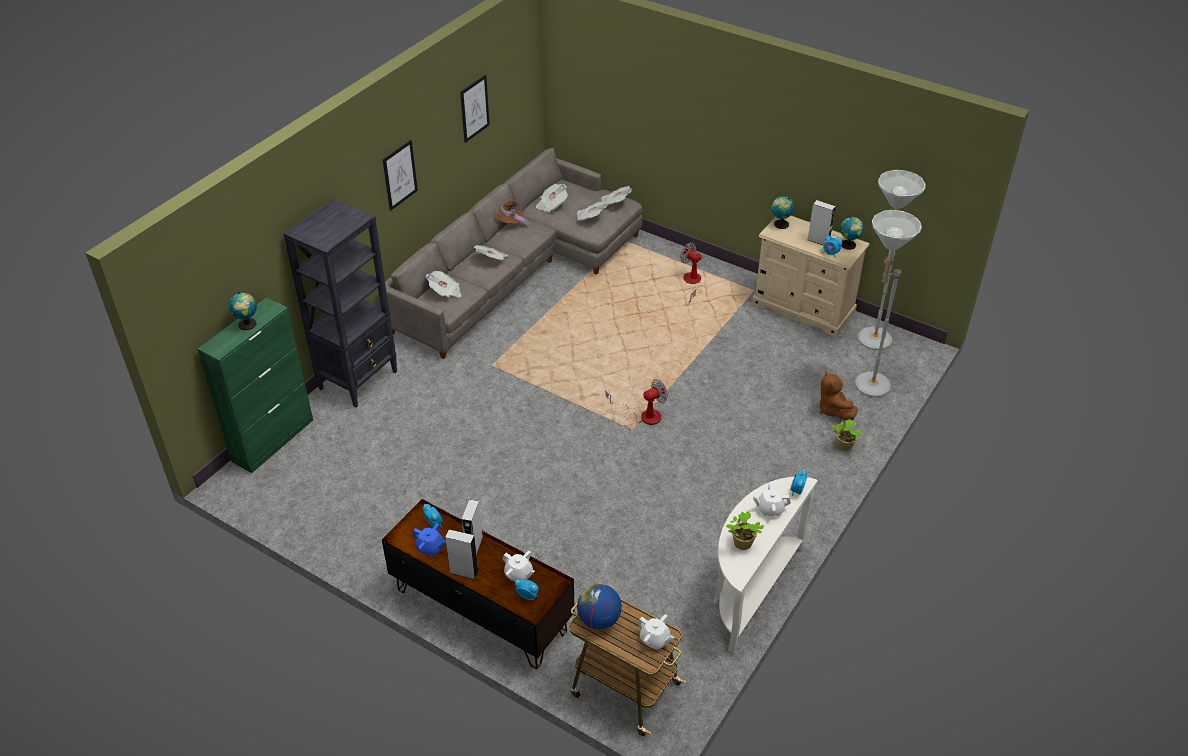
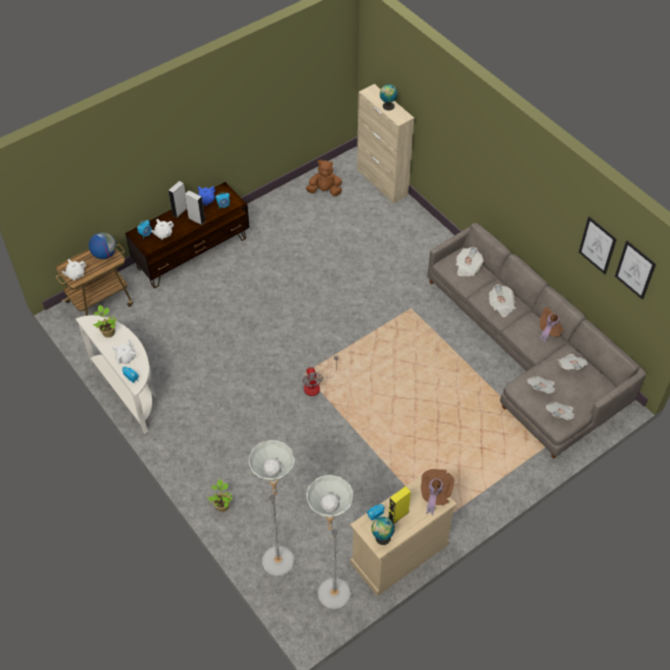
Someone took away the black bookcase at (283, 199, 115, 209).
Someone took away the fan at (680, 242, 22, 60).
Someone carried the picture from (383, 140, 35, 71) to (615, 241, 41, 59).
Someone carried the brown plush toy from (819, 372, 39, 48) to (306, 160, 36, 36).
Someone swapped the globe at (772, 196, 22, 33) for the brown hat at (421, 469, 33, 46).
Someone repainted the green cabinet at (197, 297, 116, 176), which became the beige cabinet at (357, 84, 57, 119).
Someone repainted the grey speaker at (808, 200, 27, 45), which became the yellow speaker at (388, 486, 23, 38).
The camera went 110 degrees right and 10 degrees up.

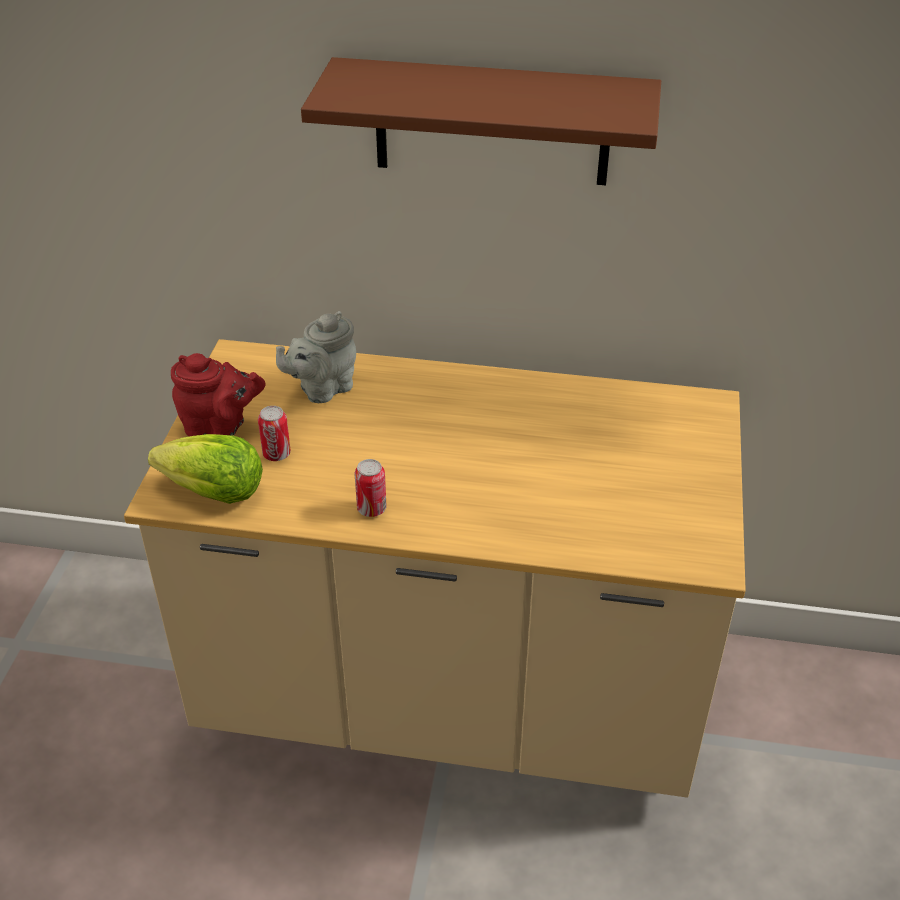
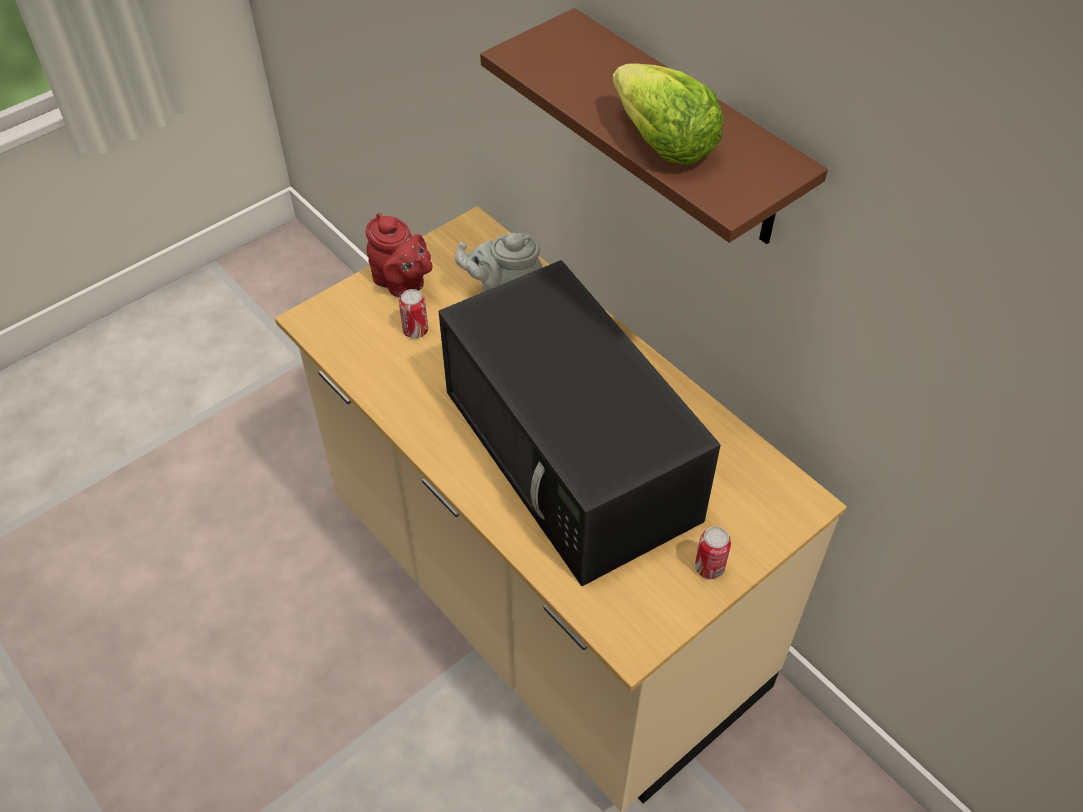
Someone put down the black microwave at (439, 260, 282, 326).
Someone carried the lettuce from (148, 434, 115, 70) to (613, 63, 110, 102).
Someone carried the can from (355, 459, 32, 58) to (695, 526, 36, 53).
The camera went 40 degrees right and 10 degrees up.

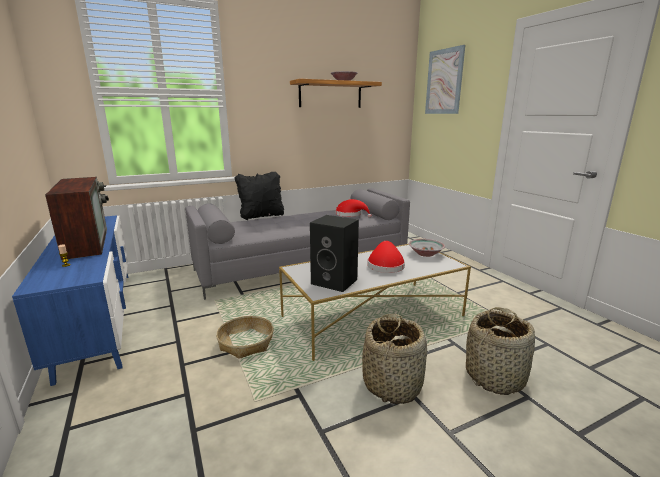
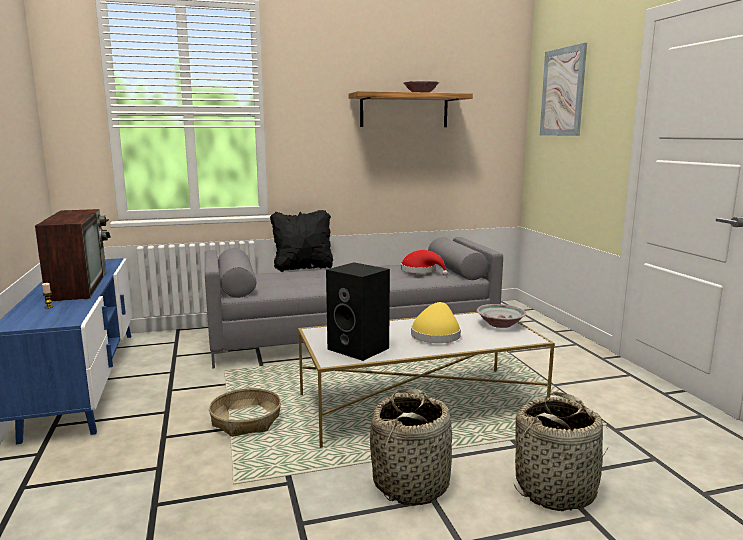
Someone repainted the red hat at (367, 241, 38, 32), which became the yellow hat at (411, 302, 50, 41).
The camera went 10 degrees right and 5 degrees down.

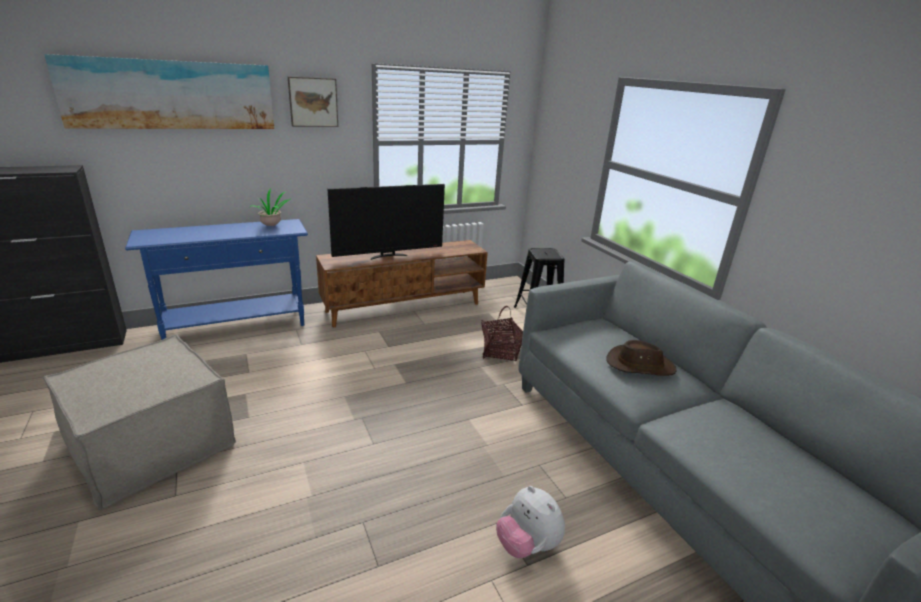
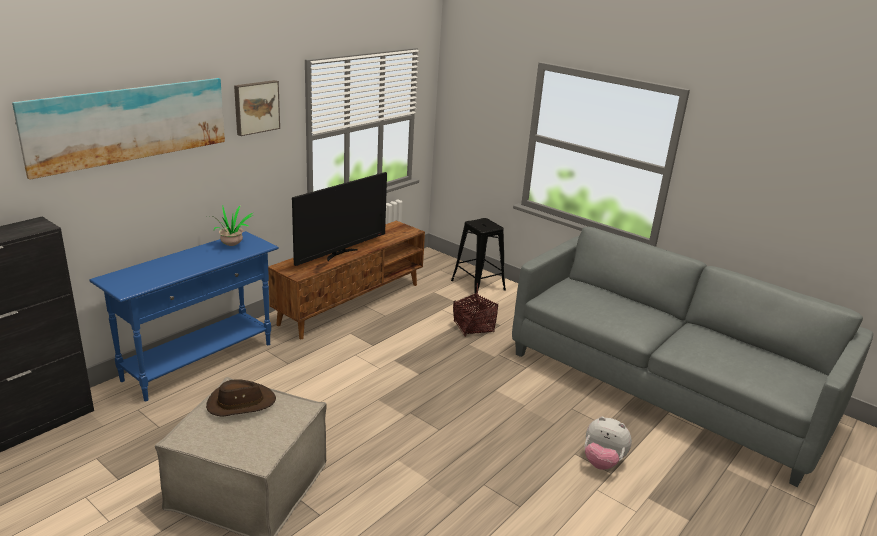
Someone carried the brown hat from (606, 340, 71, 36) to (206, 379, 70, 38).
The camera went 25 degrees left and 0 degrees up.

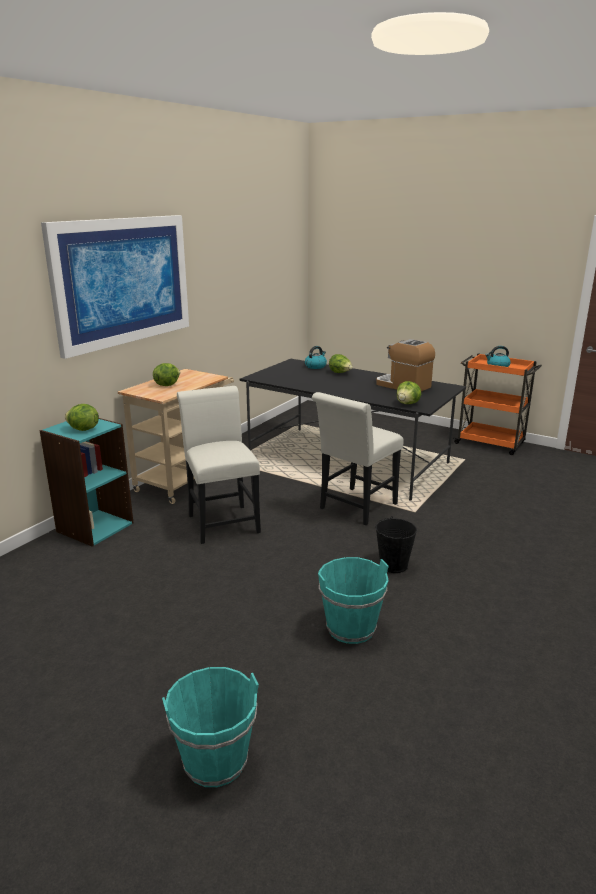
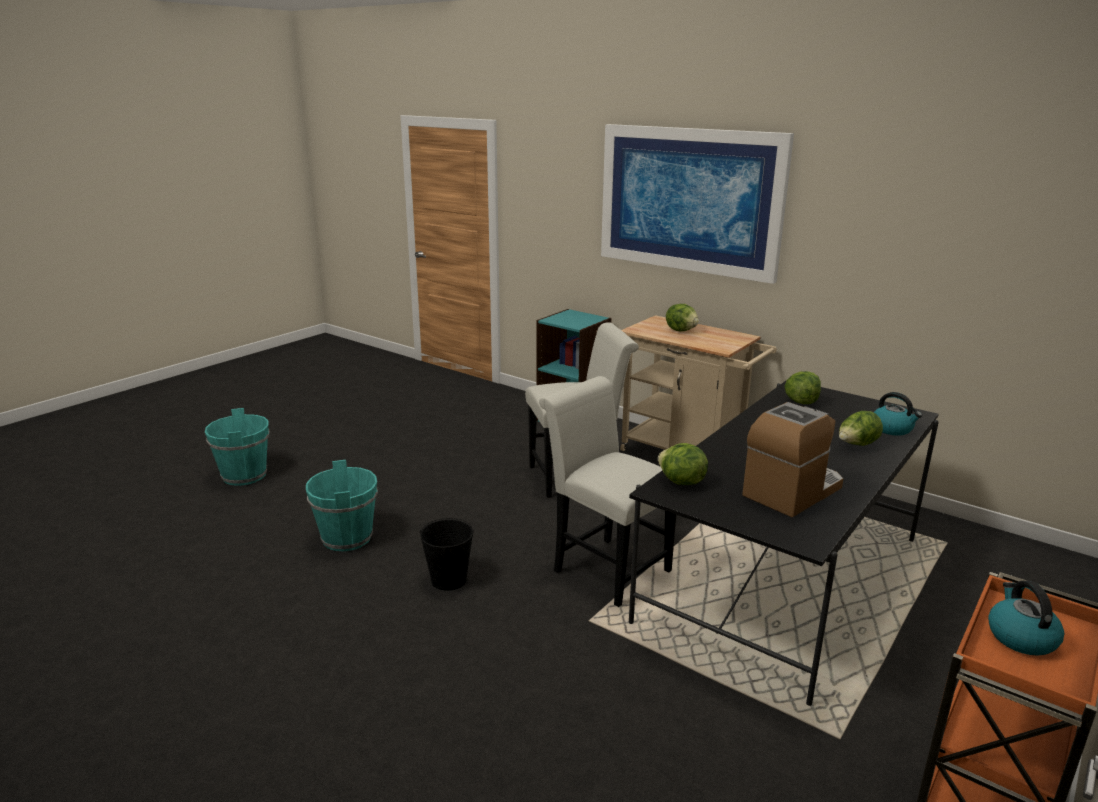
Someone carried the lettuce from (65, 404, 34, 27) to (785, 371, 36, 33).
The camera went 95 degrees right and 0 degrees up.

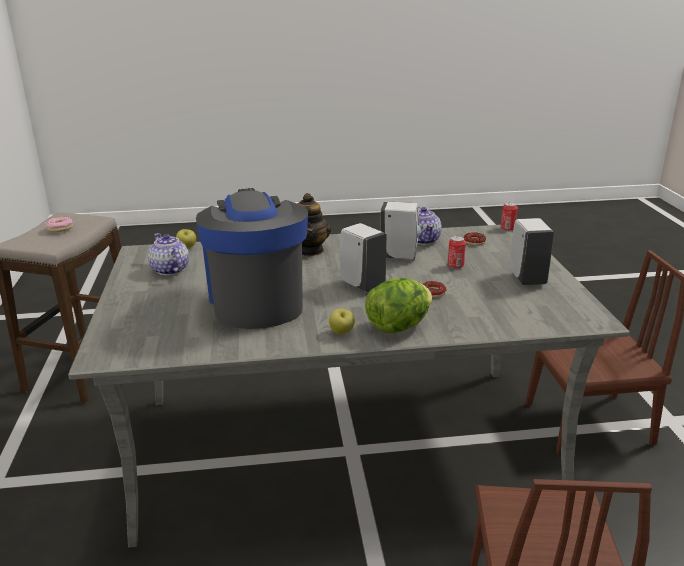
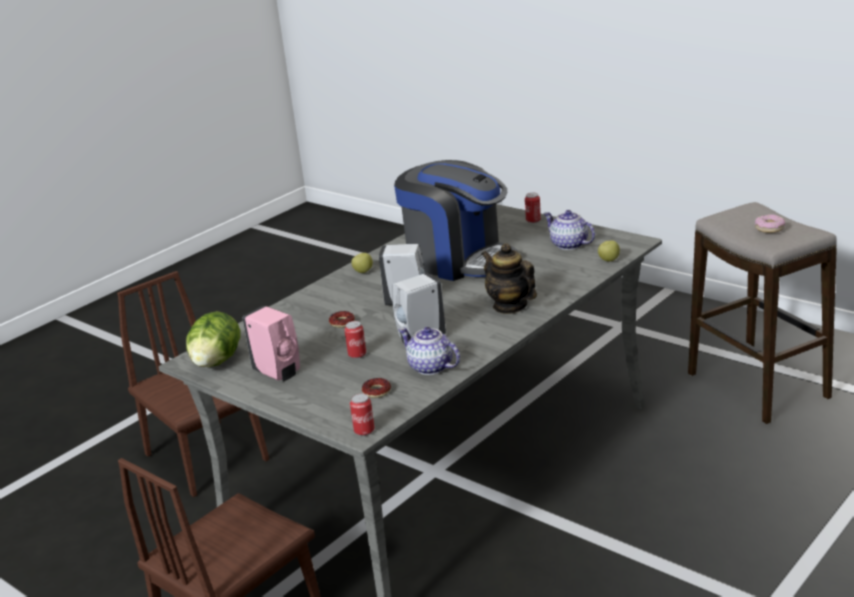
Someone put down the can at (525, 193, 16, 30).
Someone carried the lettuce from (365, 278, 67, 55) to (186, 311, 55, 56).
Someone repainted the white soap dispenser at (510, 218, 44, 67), which became the pink soap dispenser at (243, 306, 57, 75).
Someone rotated the teapot at (148, 233, 41, 42) by 150 degrees counterclockwise.
The camera went 140 degrees right and 0 degrees up.

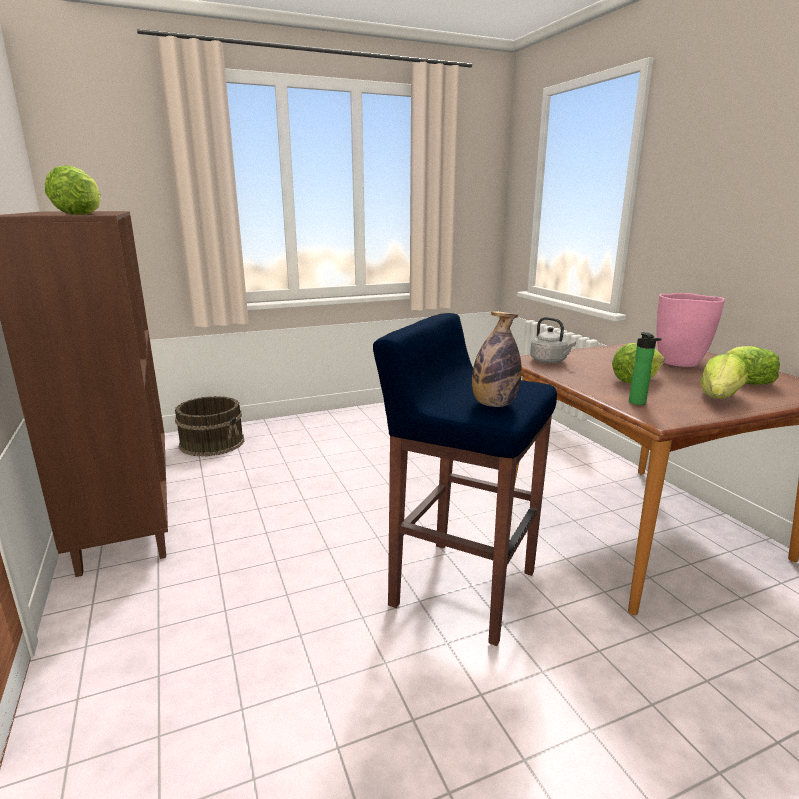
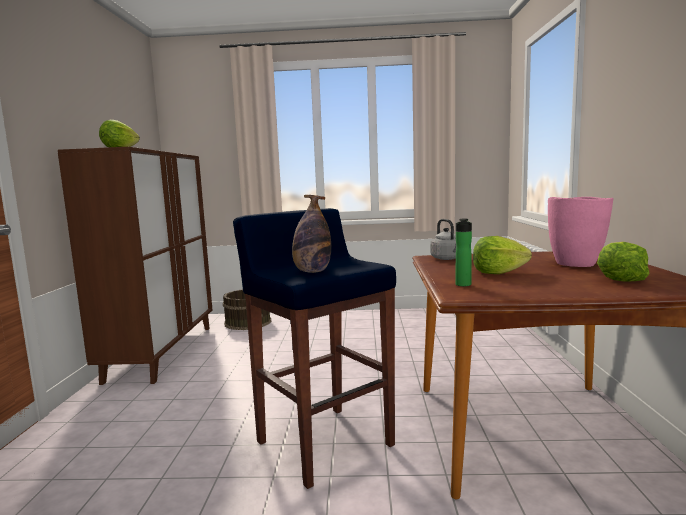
Someone took away the lettuce at (700, 353, 48, 46).
The camera went 25 degrees right and 10 degrees down.

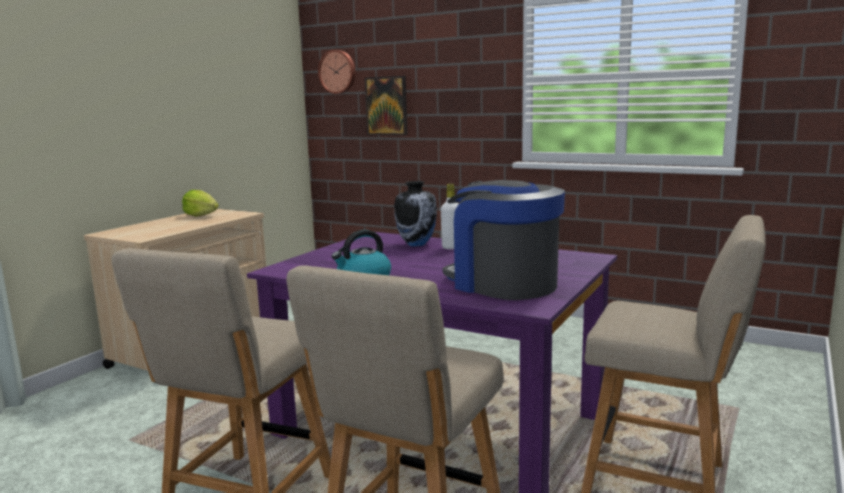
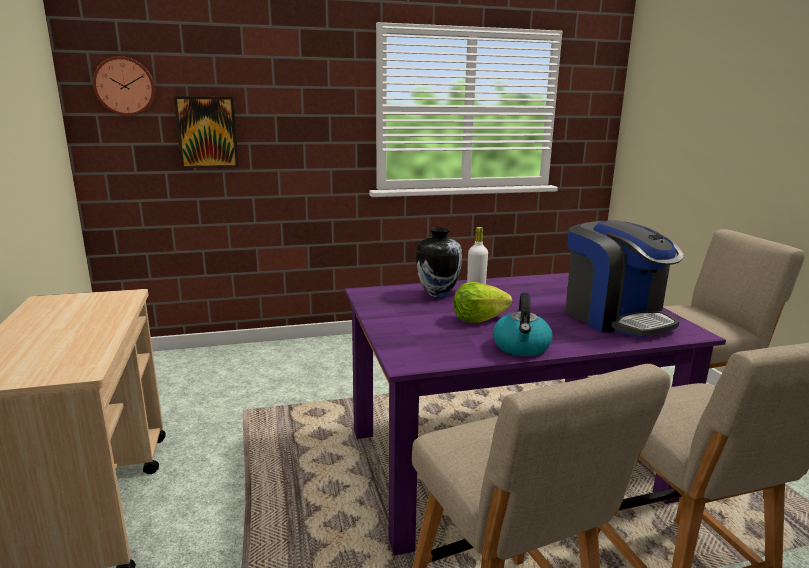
Someone carried the lettuce from (182, 190, 37, 26) to (454, 282, 58, 41).
Someone rotated the coffee machine at (443, 180, 122, 120) by 120 degrees counterclockwise.
The camera went 45 degrees left and 5 degrees up.

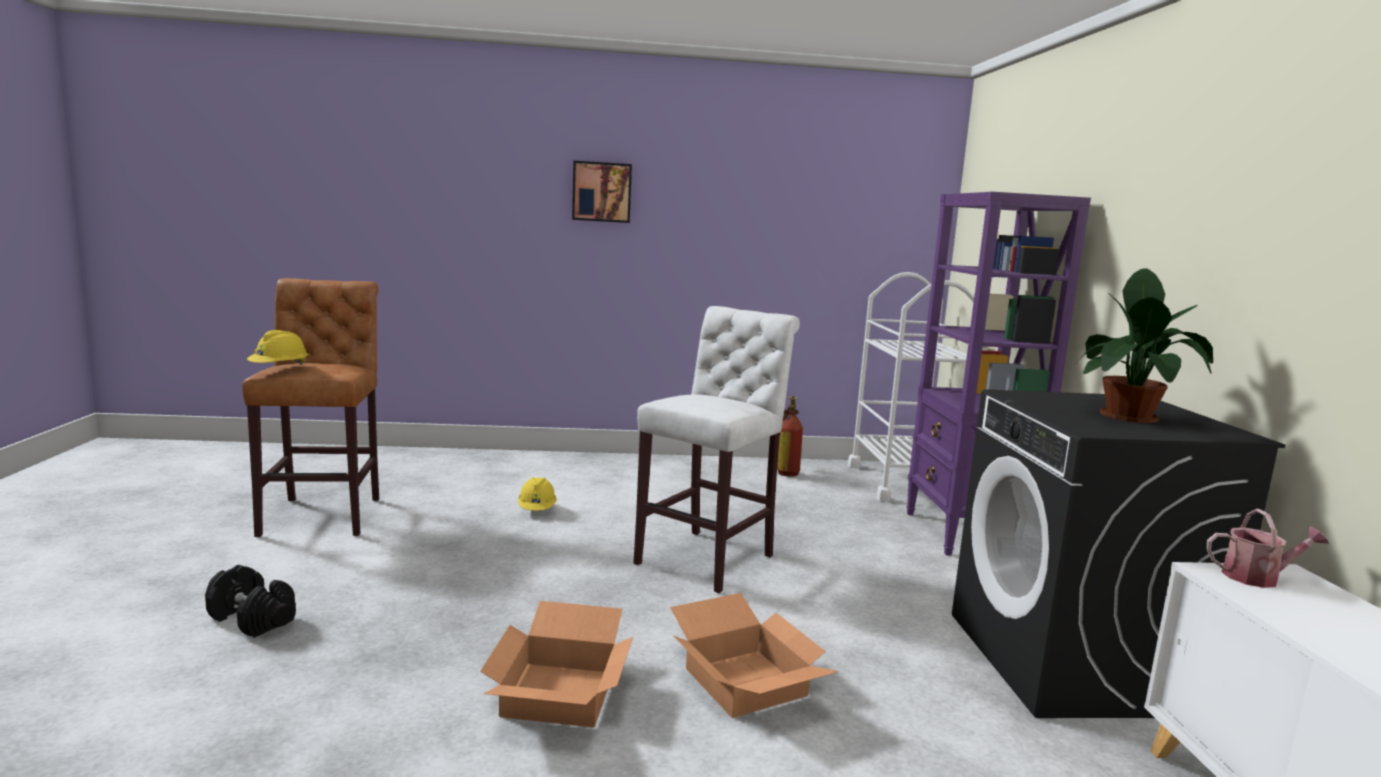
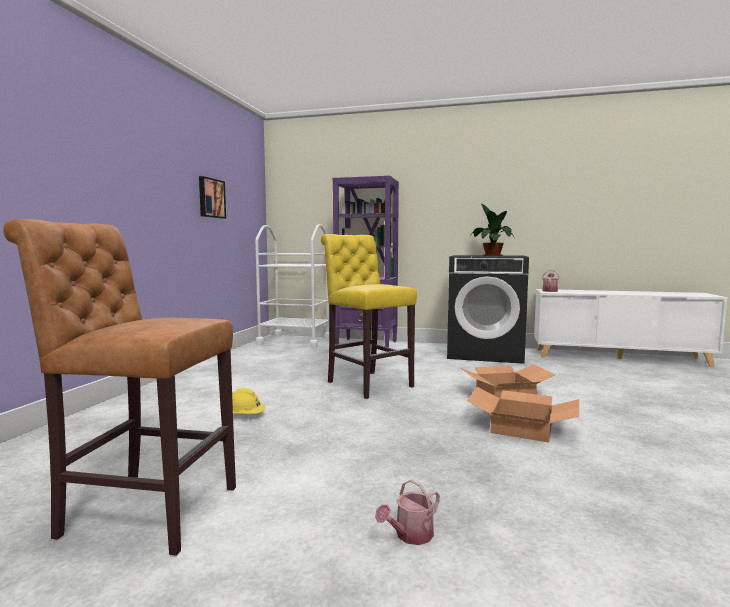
Someone took away the yellow hard hat at (247, 330, 61, 35).
Someone took away the fire extinguisher at (777, 396, 26, 81).
Someone carried the picture from (572, 161, 60, 62) to (199, 176, 27, 43).
Someone swapped the black dumbbell at (205, 565, 91, 73) for the watering can at (375, 479, 65, 66).
Someone repainted the white stool at (634, 306, 166, 287), which became the yellow stool at (321, 234, 96, 165).
The camera went 70 degrees left and 5 degrees down.

